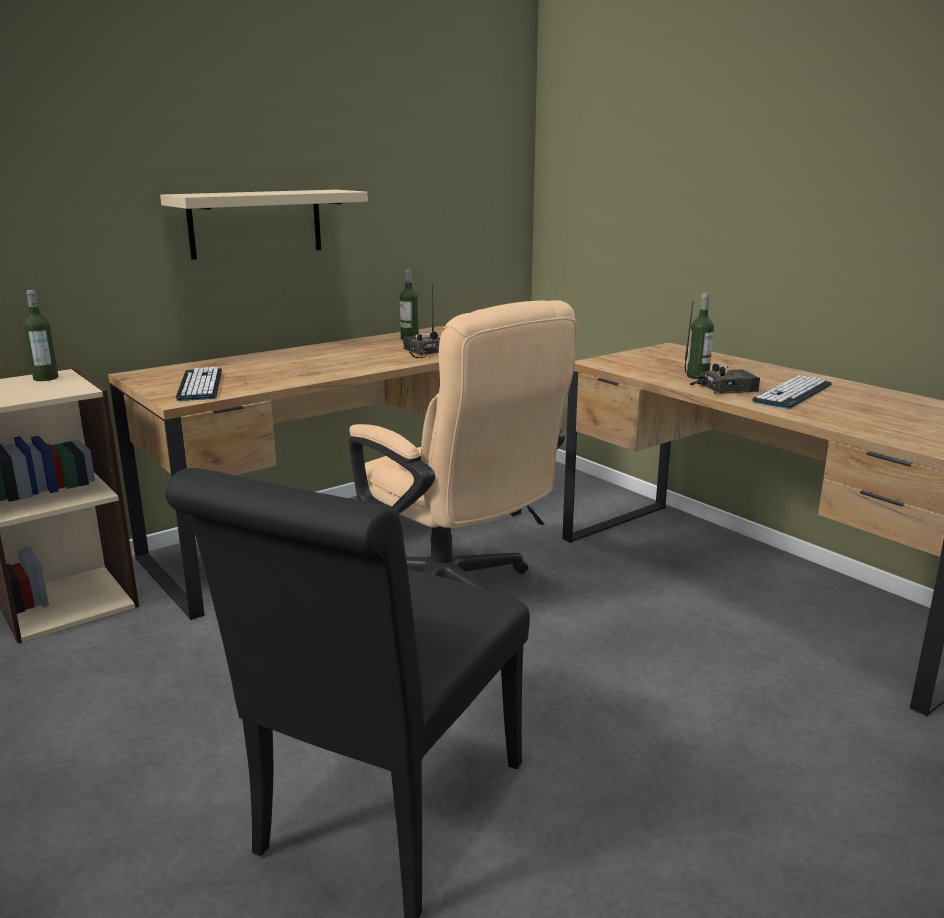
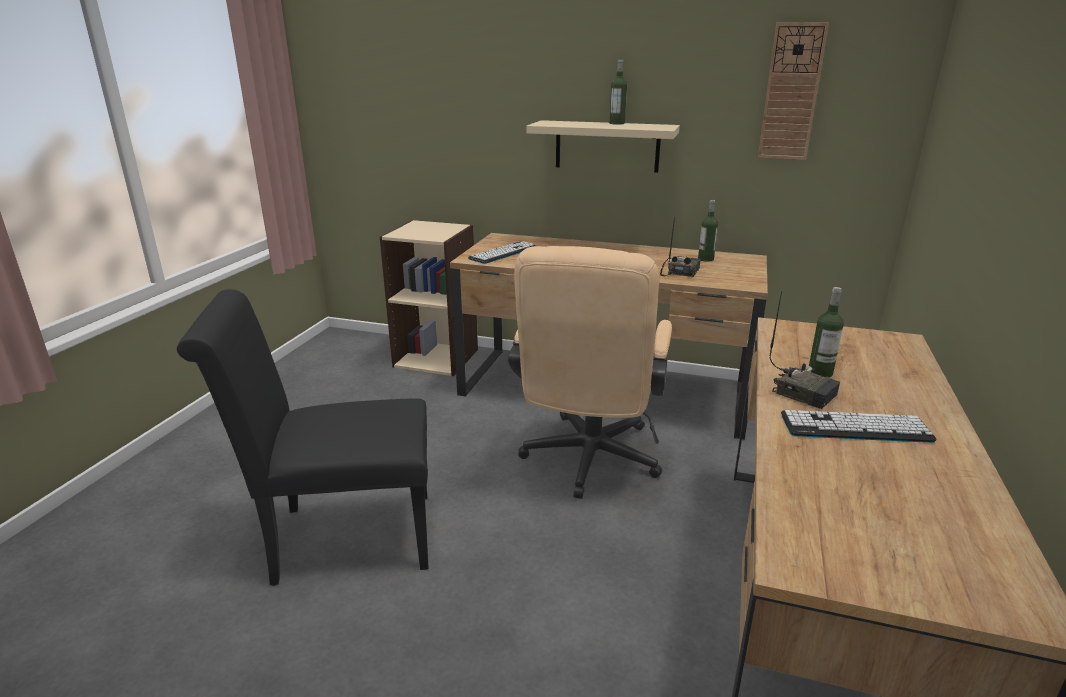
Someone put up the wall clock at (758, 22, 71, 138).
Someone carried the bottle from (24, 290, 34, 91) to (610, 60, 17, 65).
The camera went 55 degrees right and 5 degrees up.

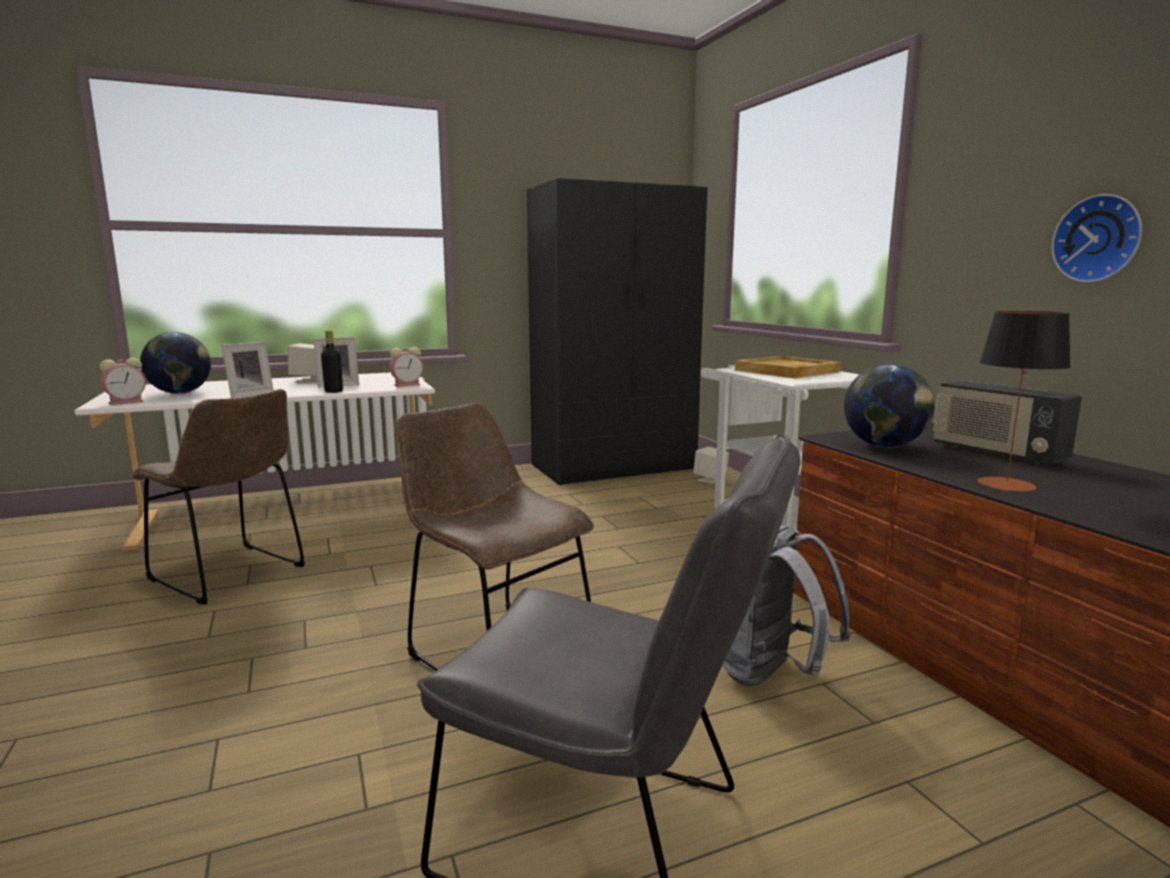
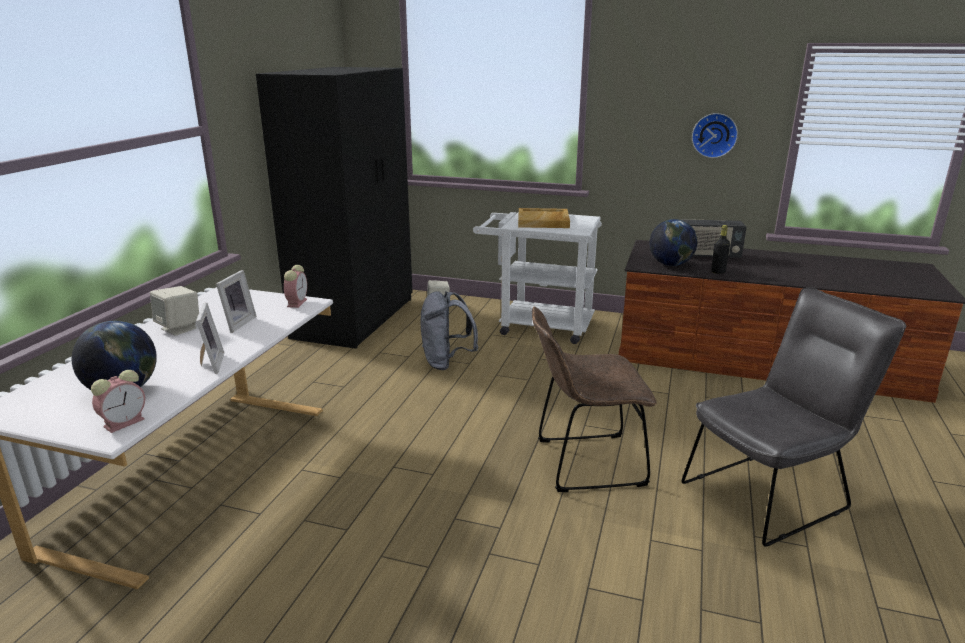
Someone took away the brown chair at (132, 389, 173, 216).
Someone took away the table lamp at (978, 311, 93, 181).
Someone carried the black bottle from (321, 331, 22, 62) to (711, 225, 19, 49).
Someone carried the grey backpack from (723, 526, 128, 160) to (421, 291, 57, 79).
Someone rotated the alarm clock at (100, 358, 46, 47) by 45 degrees clockwise.
The camera went 50 degrees left and 10 degrees up.

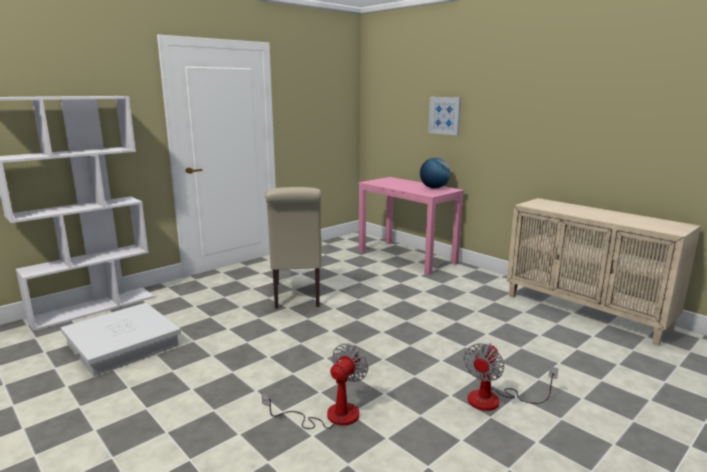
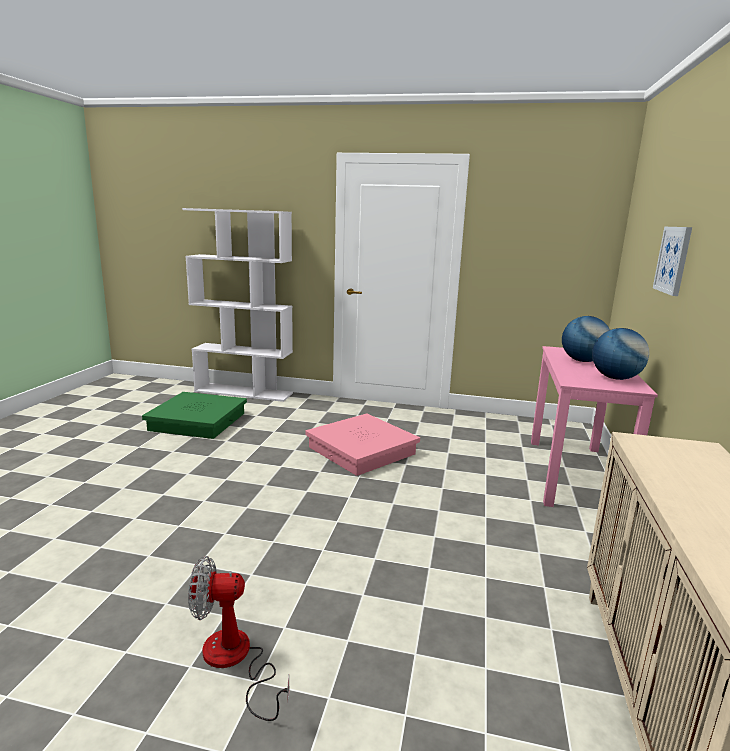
Someone took away the fan at (262, 343, 106, 86).
Someone put down the globe at (562, 316, 48, 46).
Someone swapped the beige chair at (265, 187, 57, 122) for the pink storage box at (305, 413, 115, 63).
Someone repainted the white storage box at (61, 303, 120, 73), which became the green storage box at (142, 392, 105, 47).
The camera went 55 degrees right and 0 degrees up.

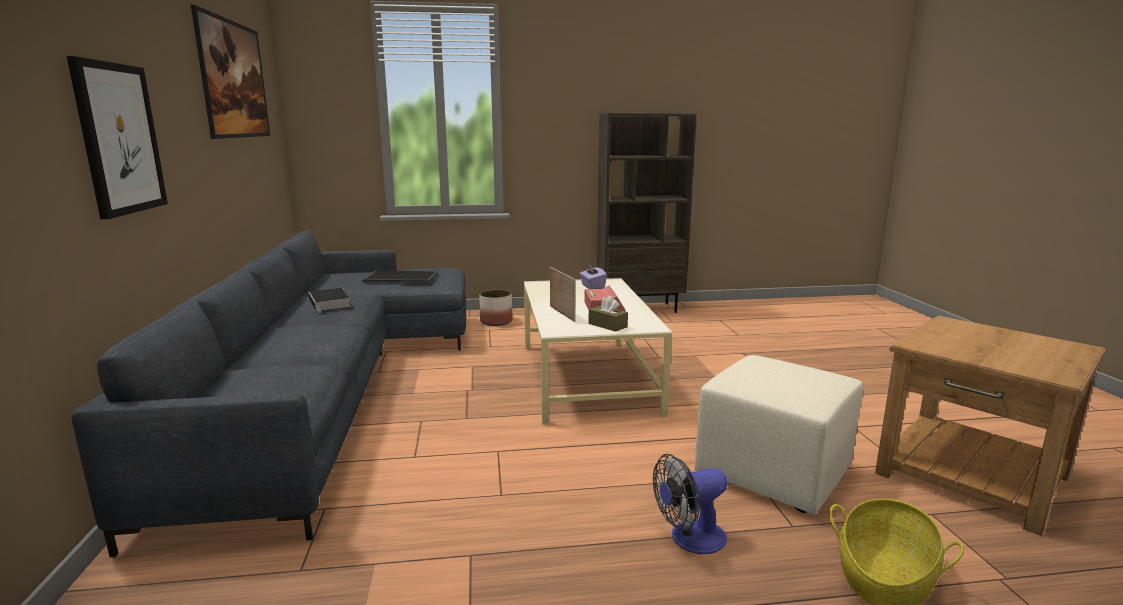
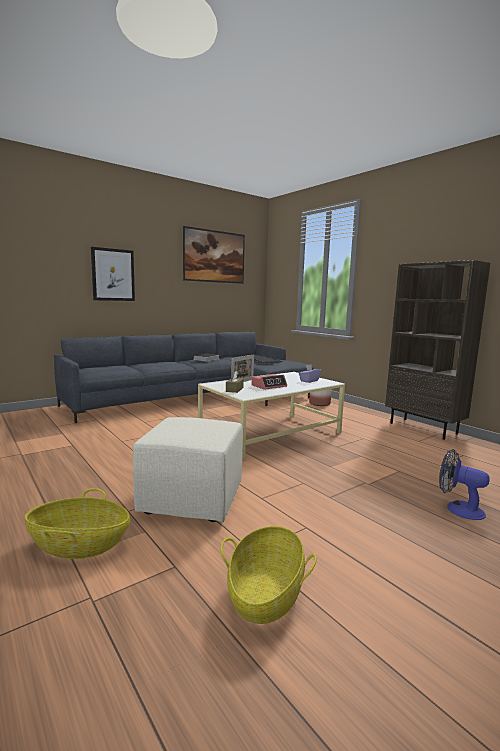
Someone carried the fan from (653, 454, 75, 100) to (439, 449, 50, 71).
Someone swapped the brown side table at (875, 316, 231, 220) for the basket at (220, 526, 97, 98).
The camera went 60 degrees right and 5 degrees down.

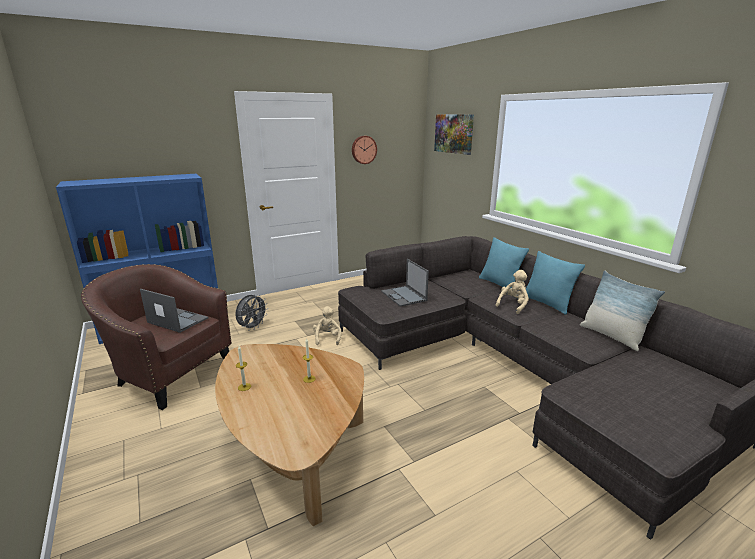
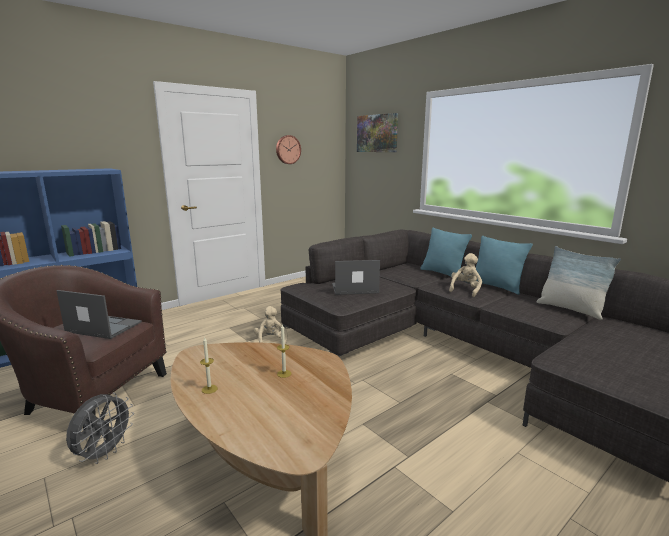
Someone carried the grey fan from (235, 294, 33, 37) to (66, 393, 68, 71).
Someone rotated the laptop at (381, 259, 48, 48) by 120 degrees clockwise.
The camera went 10 degrees left and 5 degrees down.

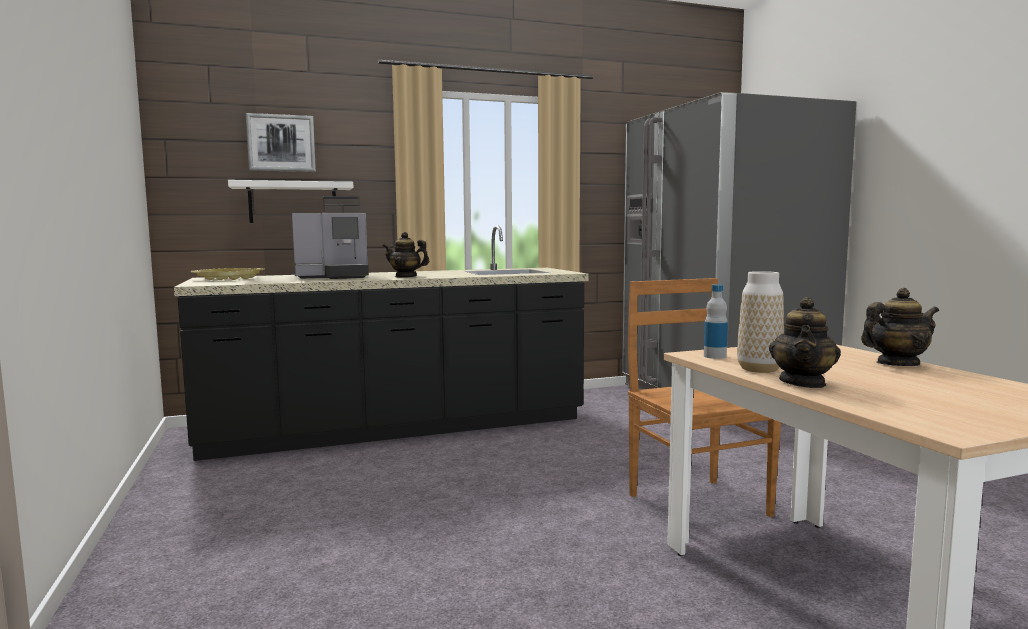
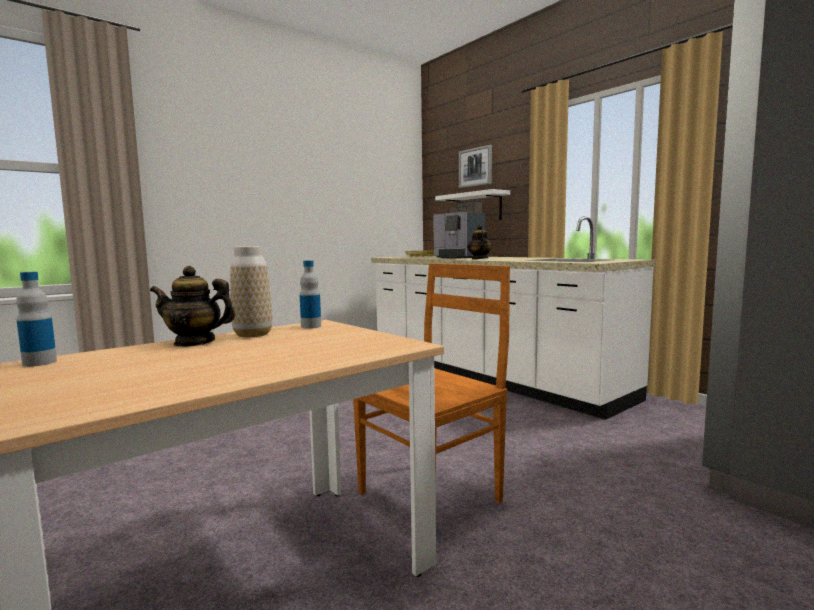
Someone took away the teapot at (861, 288, 78, 78).
Someone put down the bottle at (16, 272, 41, 95).
Someone repainted the black counter at (174, 225, 414, 236), which became the white counter at (371, 216, 285, 204).
The camera went 70 degrees right and 0 degrees up.

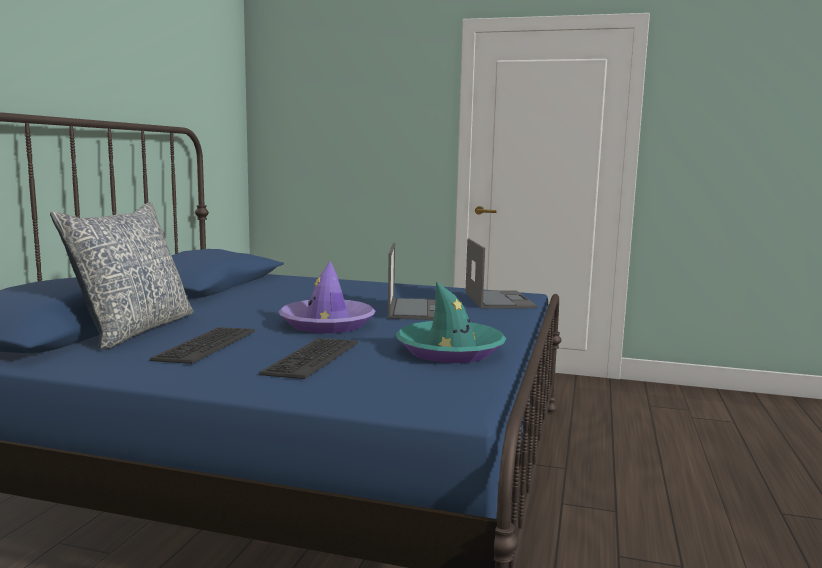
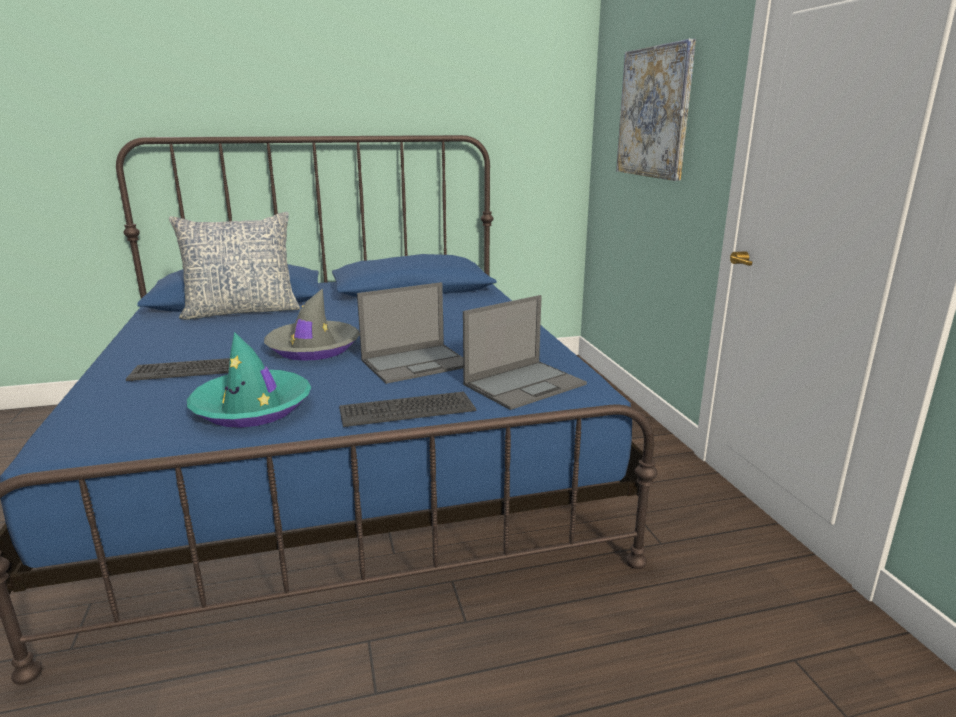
Someone put up the picture at (616, 39, 80, 142).
Someone carried the keyboard from (150, 327, 105, 37) to (339, 391, 137, 36).
Someone repainted the purple hat at (279, 261, 97, 72), which became the grey hat at (264, 288, 96, 73).
The camera went 60 degrees right and 10 degrees up.

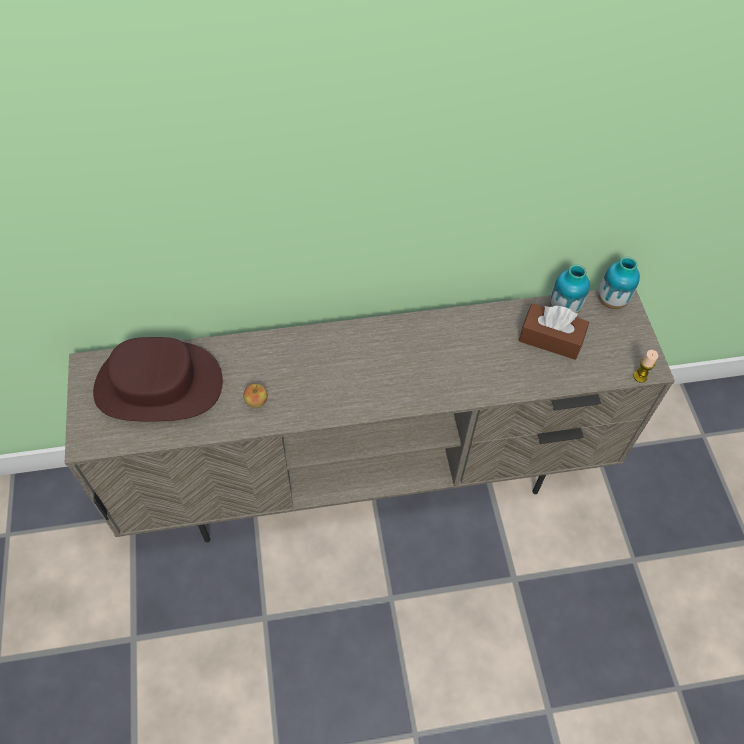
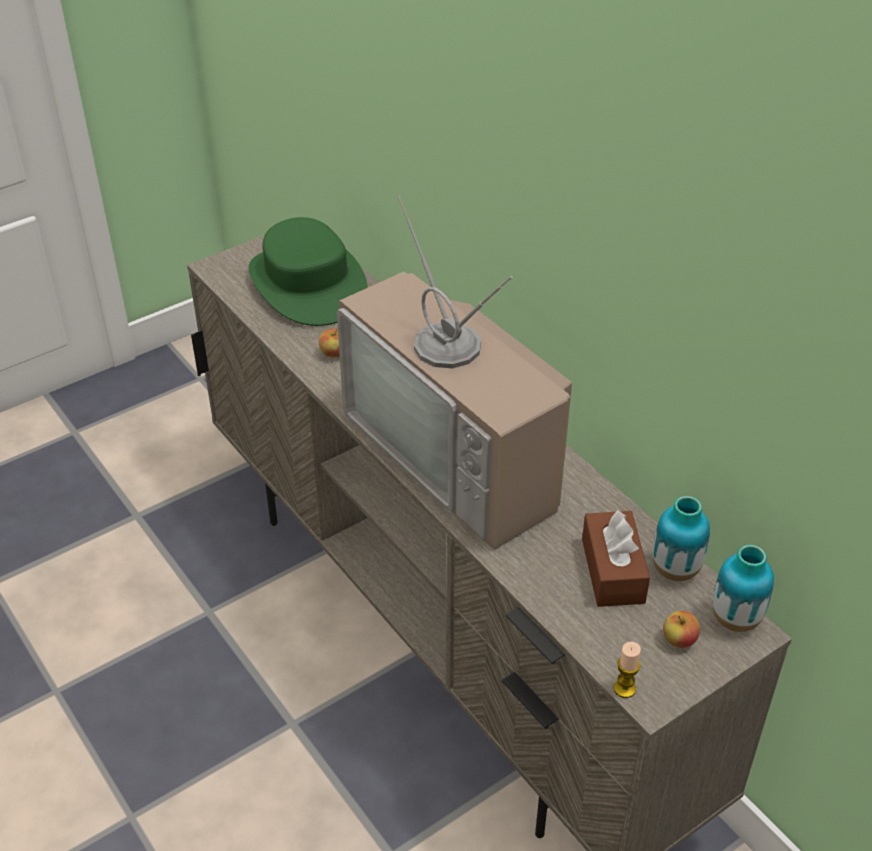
Someone put down the television at (337, 195, 235, 355).
Someone put down the apple at (663, 610, 37, 38).
Someone repainted the brown hat at (93, 337, 130, 85), which became the green hat at (248, 217, 120, 109).
The camera went 65 degrees right and 15 degrees down.

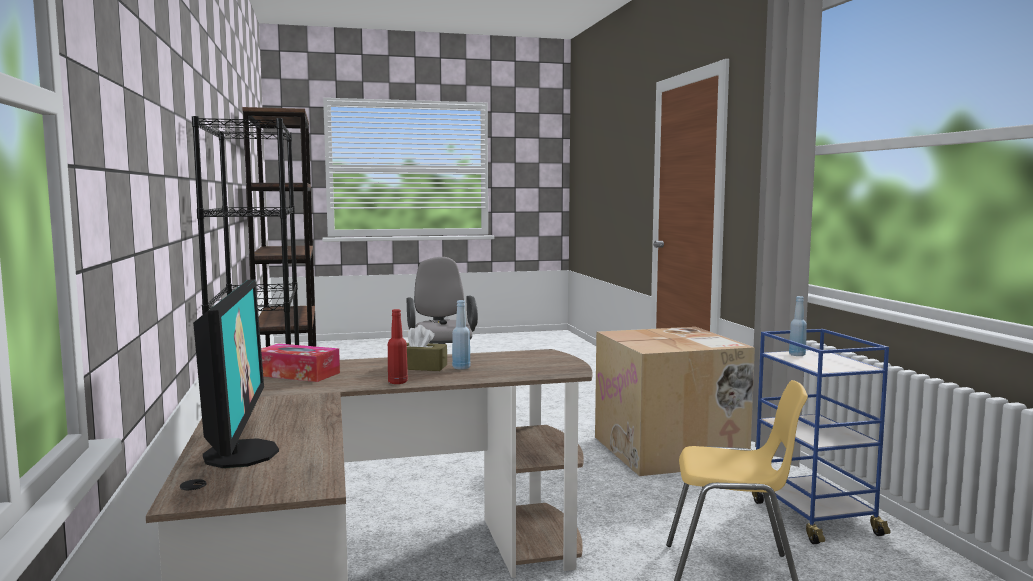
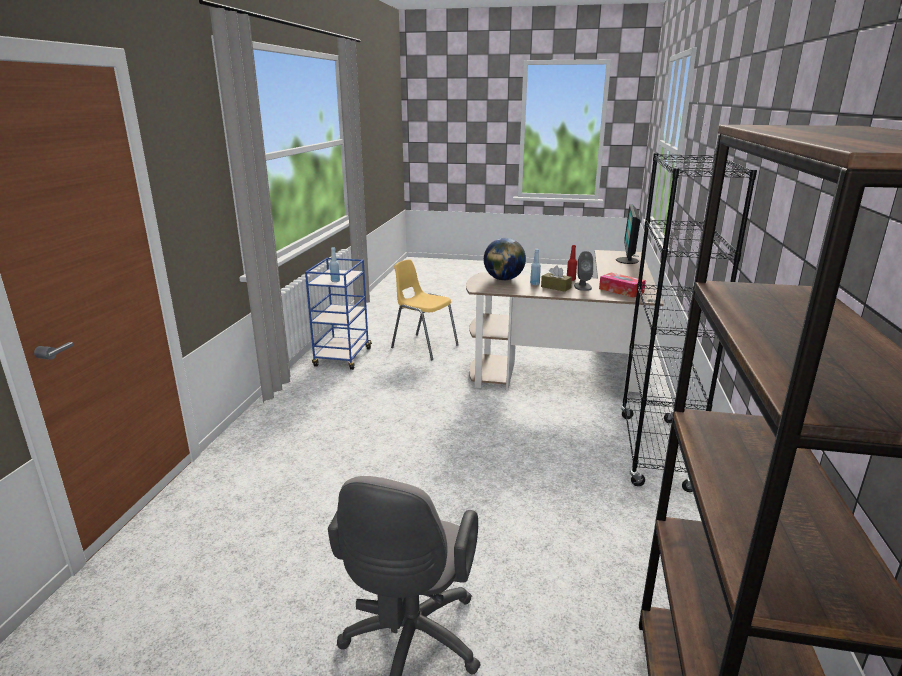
Someone took away the cardboard box at (595, 327, 160, 149).
Someone put down the globe at (484, 238, 42, 42).
Someone put down the grey speaker at (574, 251, 19, 40).
The camera went 155 degrees left and 15 degrees up.

